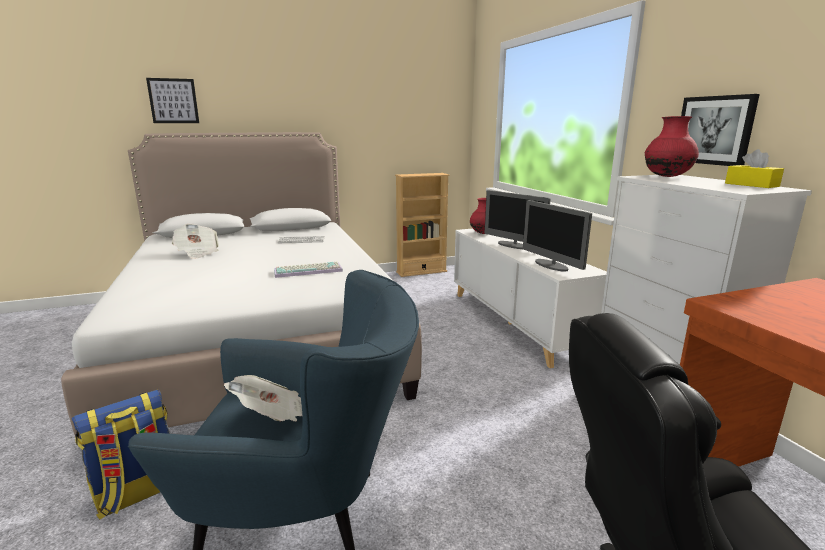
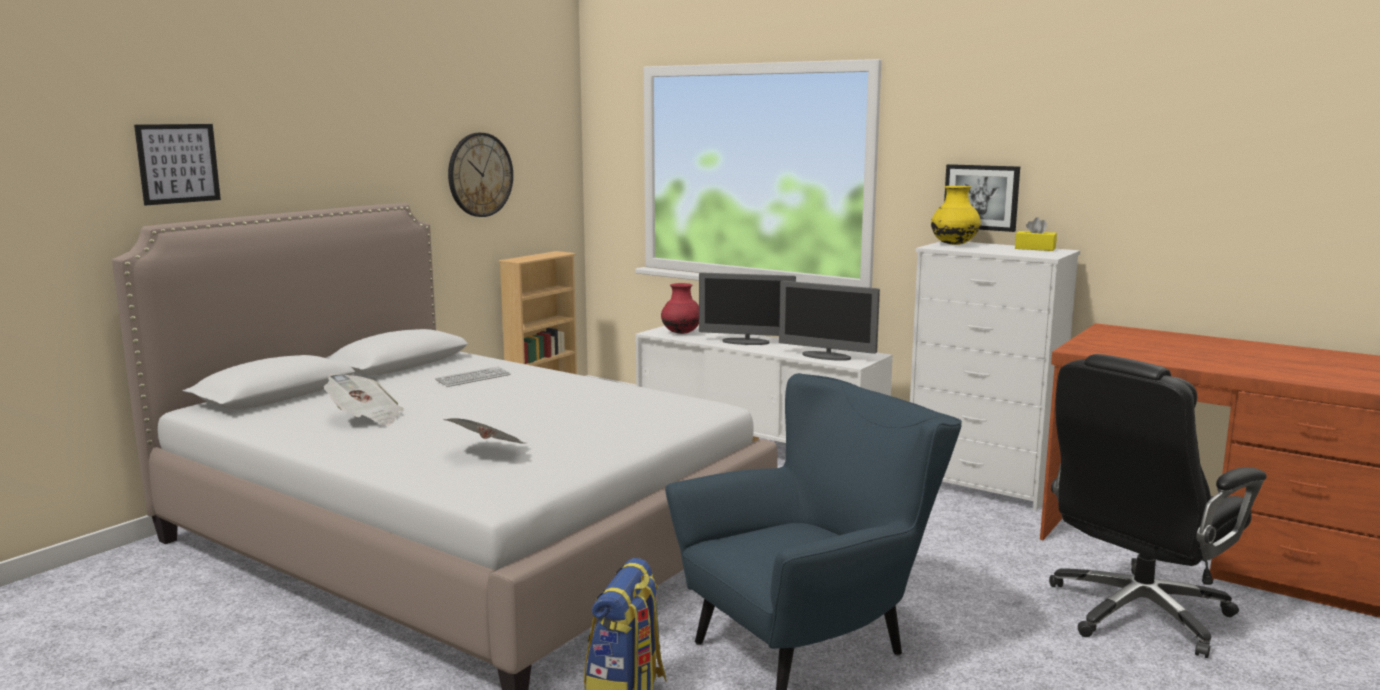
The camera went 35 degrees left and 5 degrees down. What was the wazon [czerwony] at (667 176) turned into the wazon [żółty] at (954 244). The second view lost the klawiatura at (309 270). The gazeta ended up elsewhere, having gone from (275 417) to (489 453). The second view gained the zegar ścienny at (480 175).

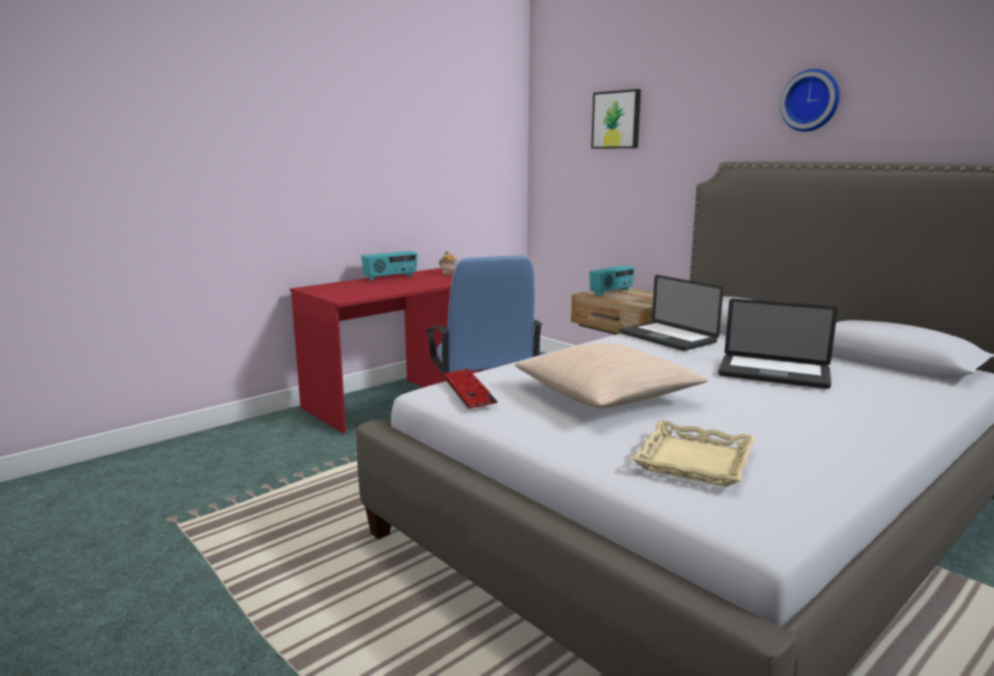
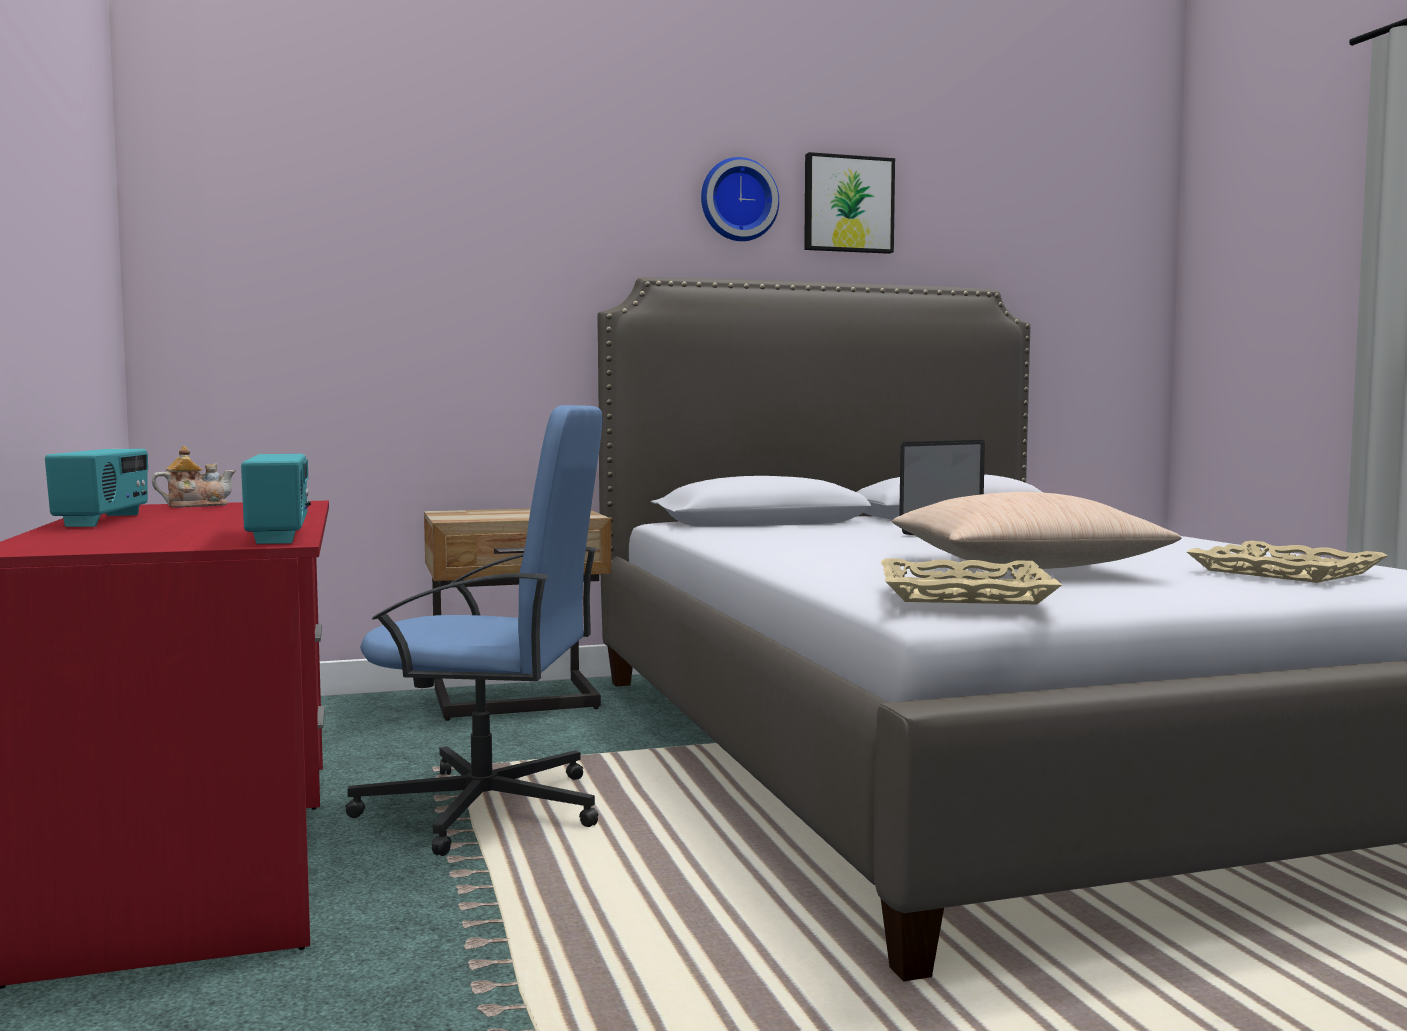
The camera went 65 degrees left and 10 degrees down. The obraz ended up elsewhere, having gone from (617 120) to (847 204). The radio ended up elsewhere, having gone from (611 292) to (280 536). The second view lost the laptop at (667 338). Where the klawiatura stood at (468 390), the taca [beżowy] came to stand at (964 593).

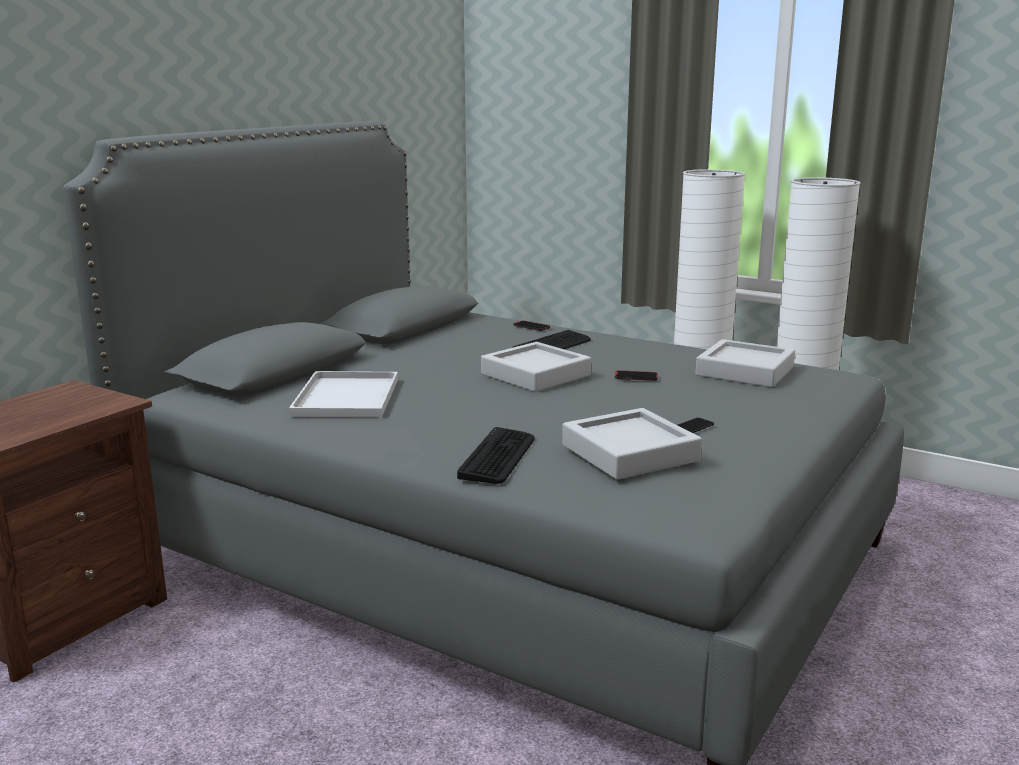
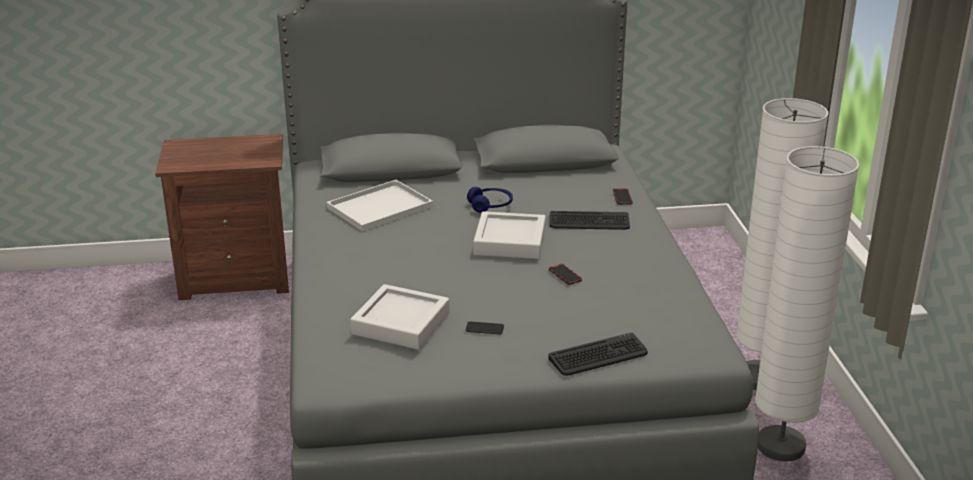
The camera went 50 degrees right and 10 degrees up. The second view lost the taca [szary] at (745 371). The klawiatura ended up elsewhere, having gone from (498 457) to (598 356). The second view gained the słuchawki [niebieski] at (490 206).

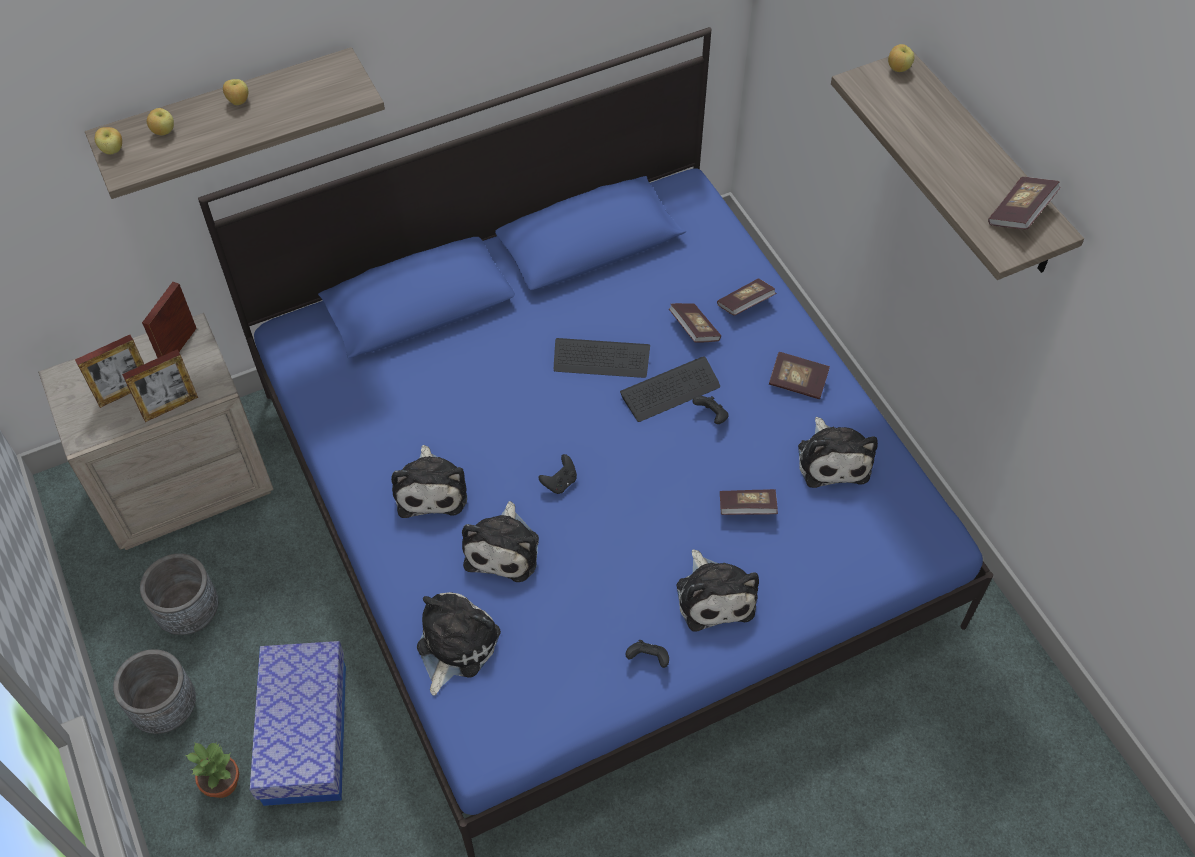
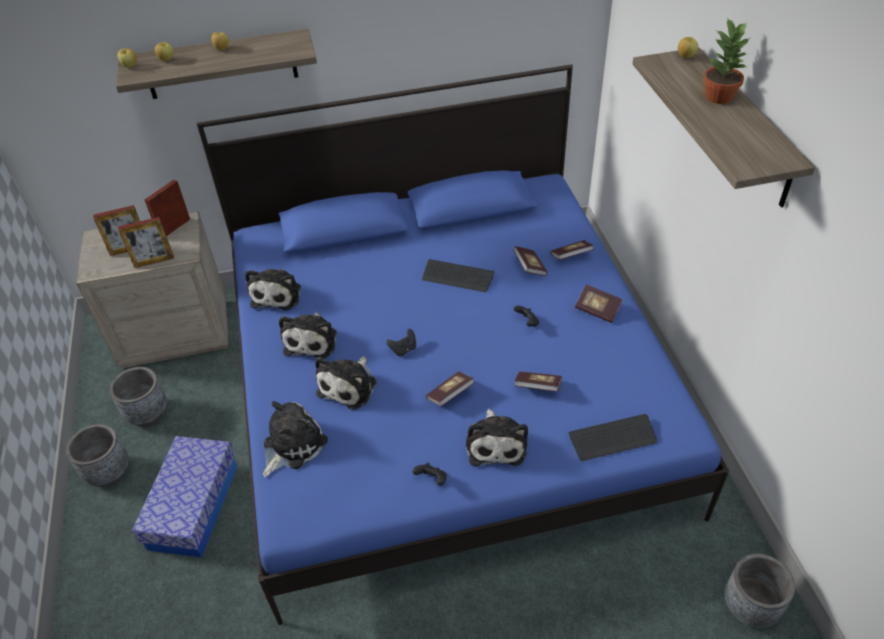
The camera went 15 degrees right and 10 degrees down. The książka ended up elsewhere, having gone from (1020 213) to (450 395). The klawiatura ended up elsewhere, having gone from (670 390) to (612 438). The pluszak ended up elsewhere, having gone from (833 459) to (277 294). The roślina doniczkowa ended up elsewhere, having gone from (223 782) to (719 96). The second view gained the donica [szary] at (750 607).

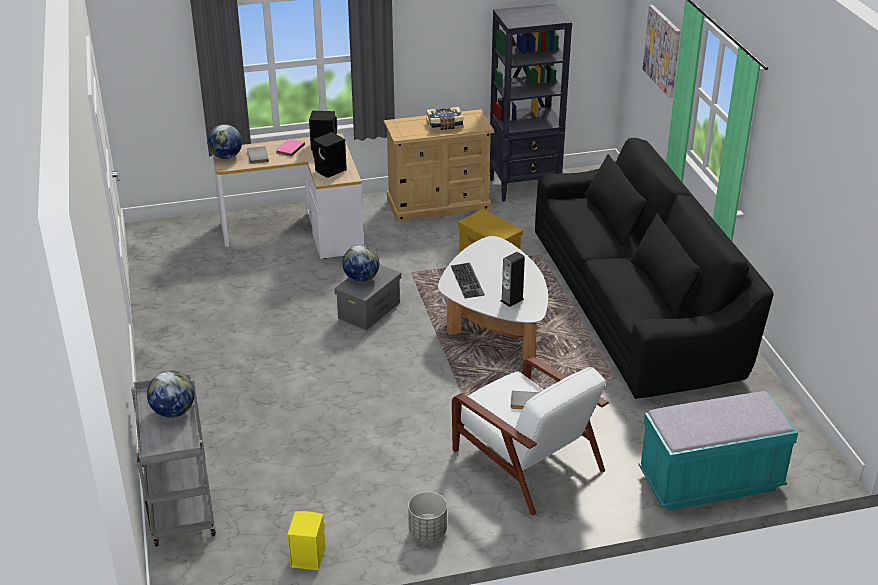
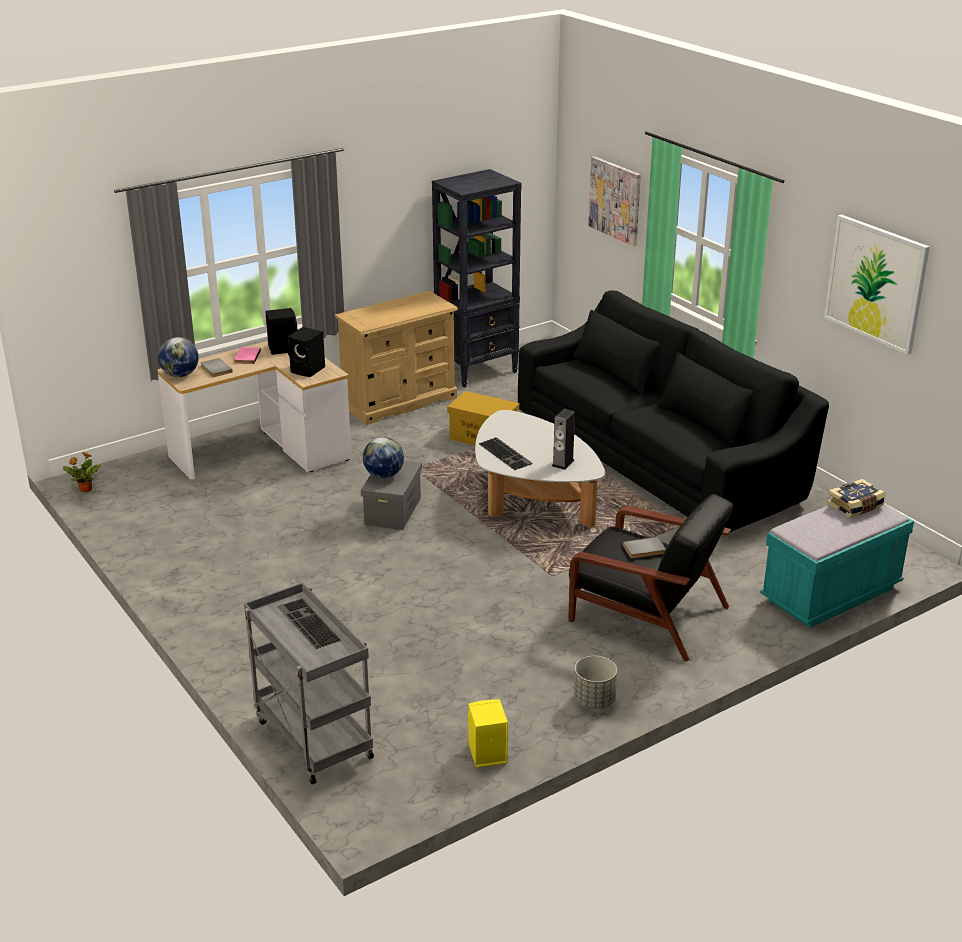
The camera went 20 degrees left and 5 degrees down. The książka ended up elsewhere, having gone from (445 125) to (855 507). What was the fotel [biały] at (525 458) turned into the fotel [czarny] at (645 612). Where the globus stood at (173 412), the klawiatura came to stand at (306 623). The second view gained the obraz at (876 283). The second view gained the roślina doniczkowa at (85 489).

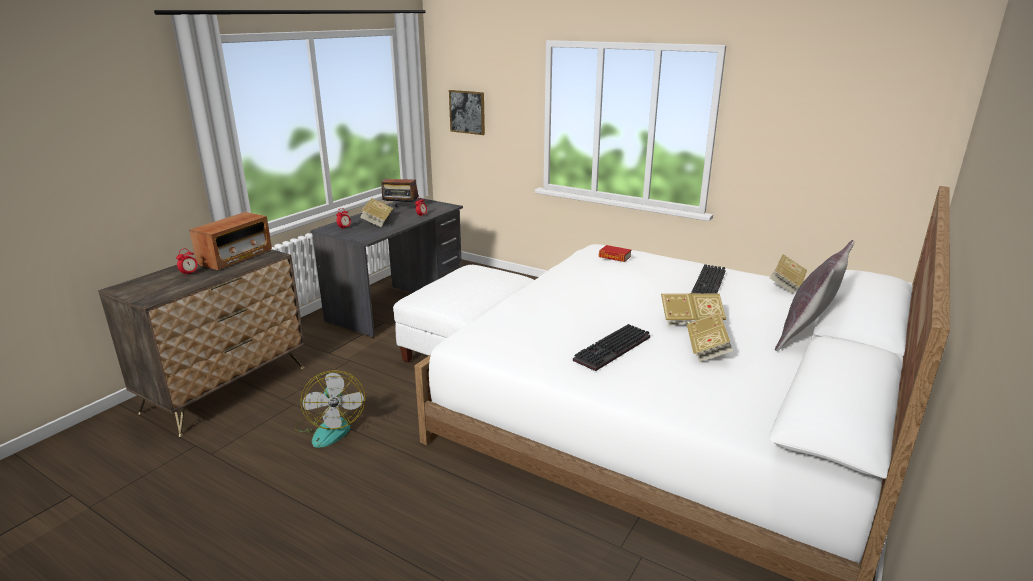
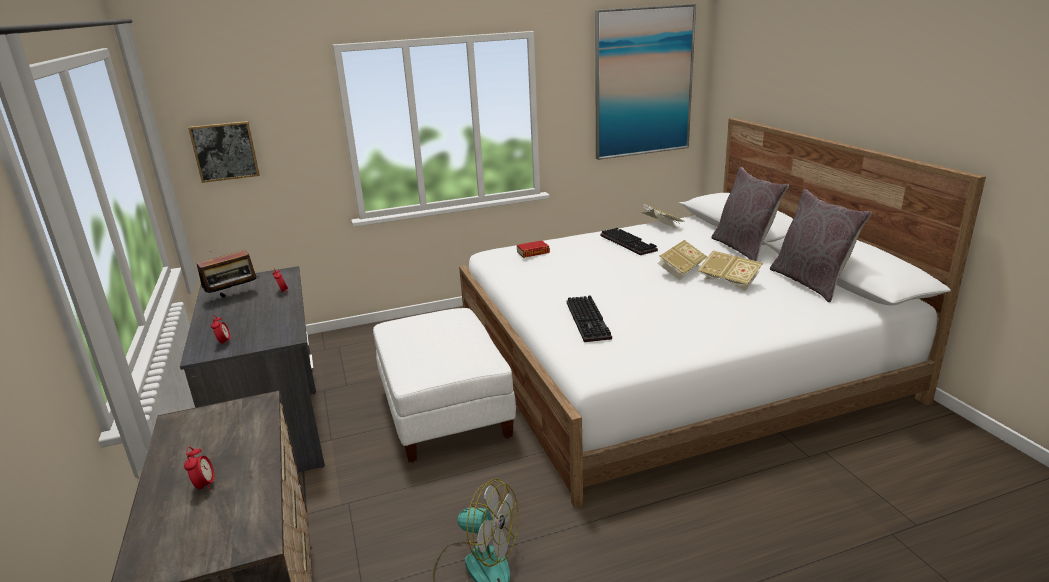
The camera went 50 degrees left and 0 degrees up. The second view lost the książka at (377 221). The second view lost the radio at (235 257). The klawiatura ended up elsewhere, having gone from (613 350) to (590 321). The second view gained the obraz at (643 82). The second view gained the poduszka [szary] at (811 283).

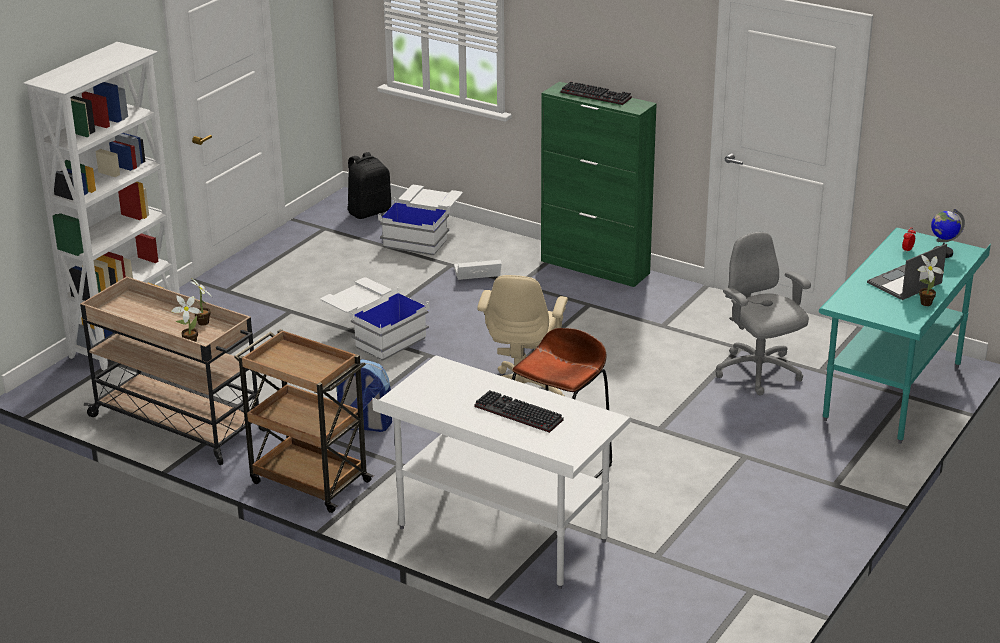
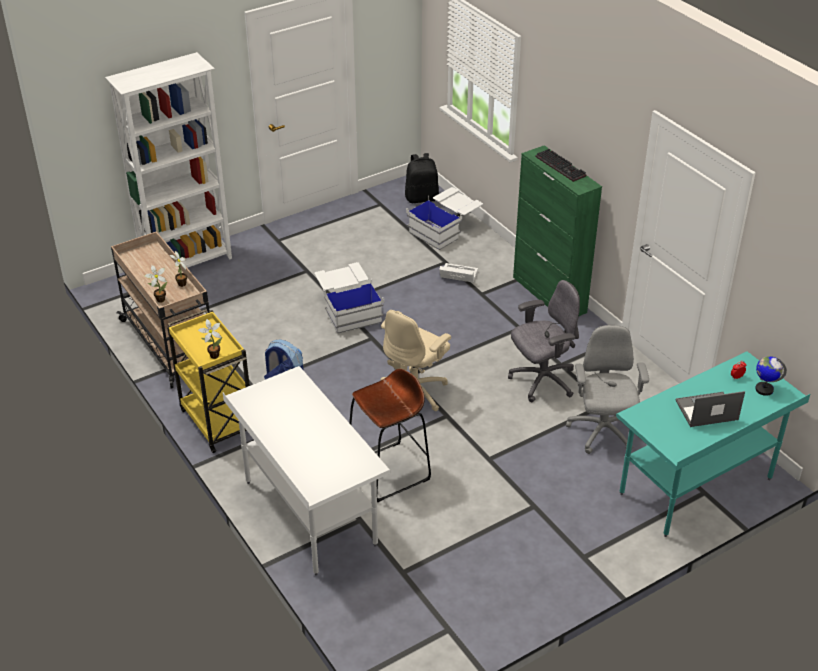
The camera went 25 degrees right and 10 degrees up. The roślina doniczkowa ended up elsewhere, having gone from (924 303) to (213 355). What was the wózek [brązowy] at (308 481) turned into the wózek [żółty] at (217 421). The second view lost the klawiatura at (516 414). The second view gained the krzesło biurowe [szary] at (542 381).

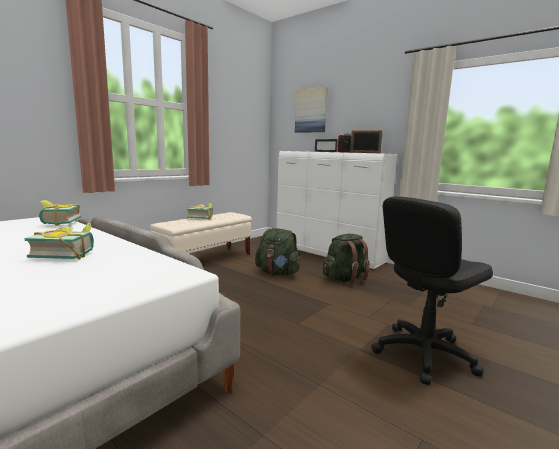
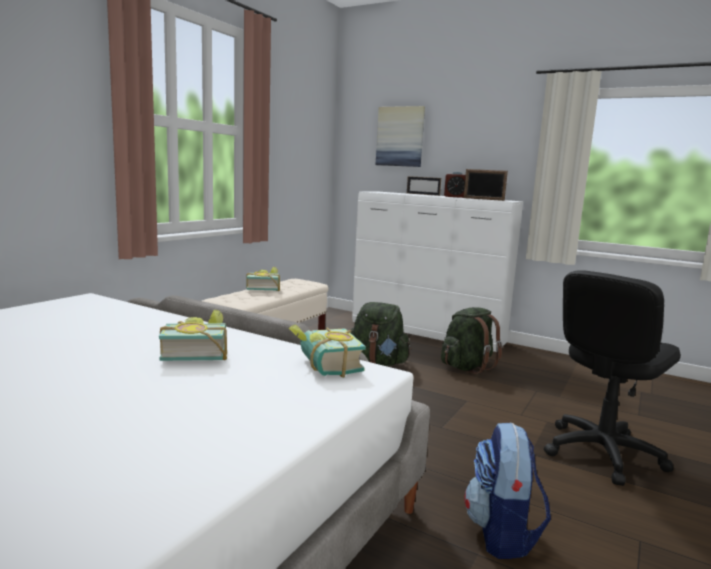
The camera went 10 degrees left and 0 degrees up. The książka ended up elsewhere, having gone from (57 222) to (323 367). The second view gained the plecak at (502 534).

